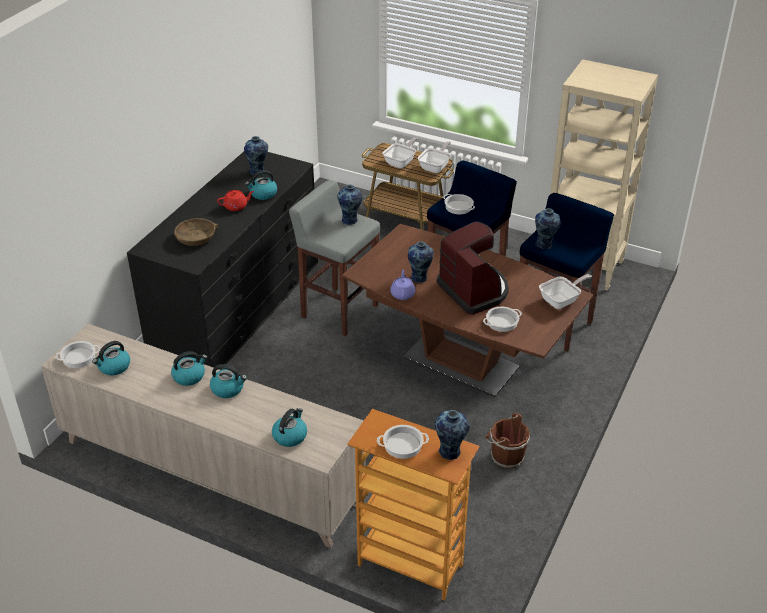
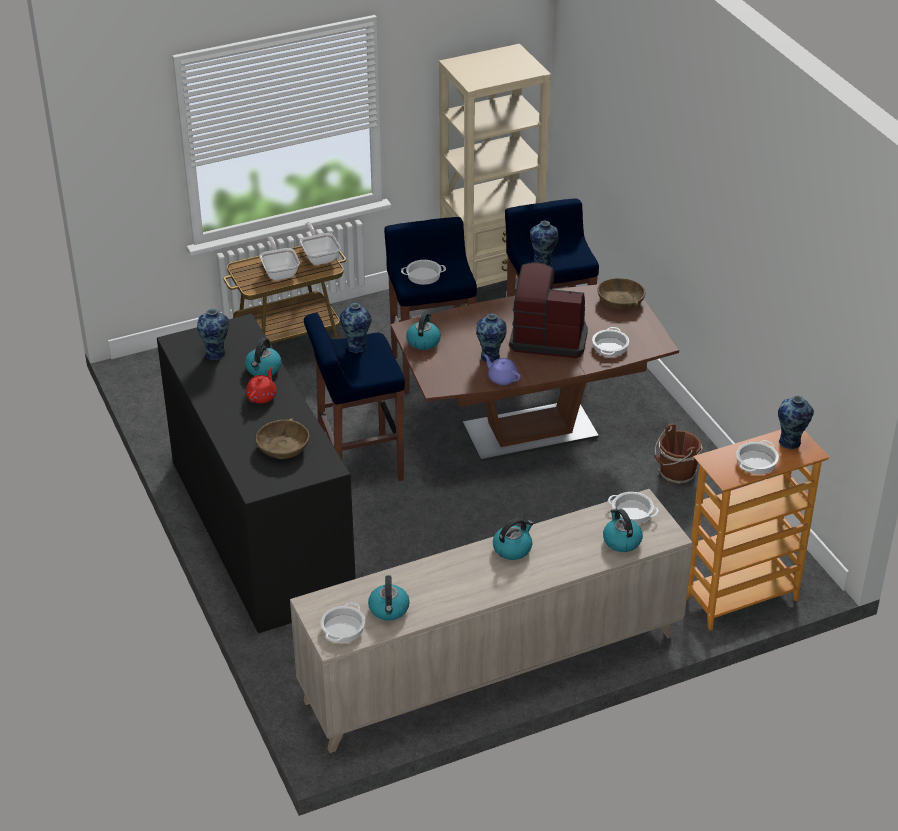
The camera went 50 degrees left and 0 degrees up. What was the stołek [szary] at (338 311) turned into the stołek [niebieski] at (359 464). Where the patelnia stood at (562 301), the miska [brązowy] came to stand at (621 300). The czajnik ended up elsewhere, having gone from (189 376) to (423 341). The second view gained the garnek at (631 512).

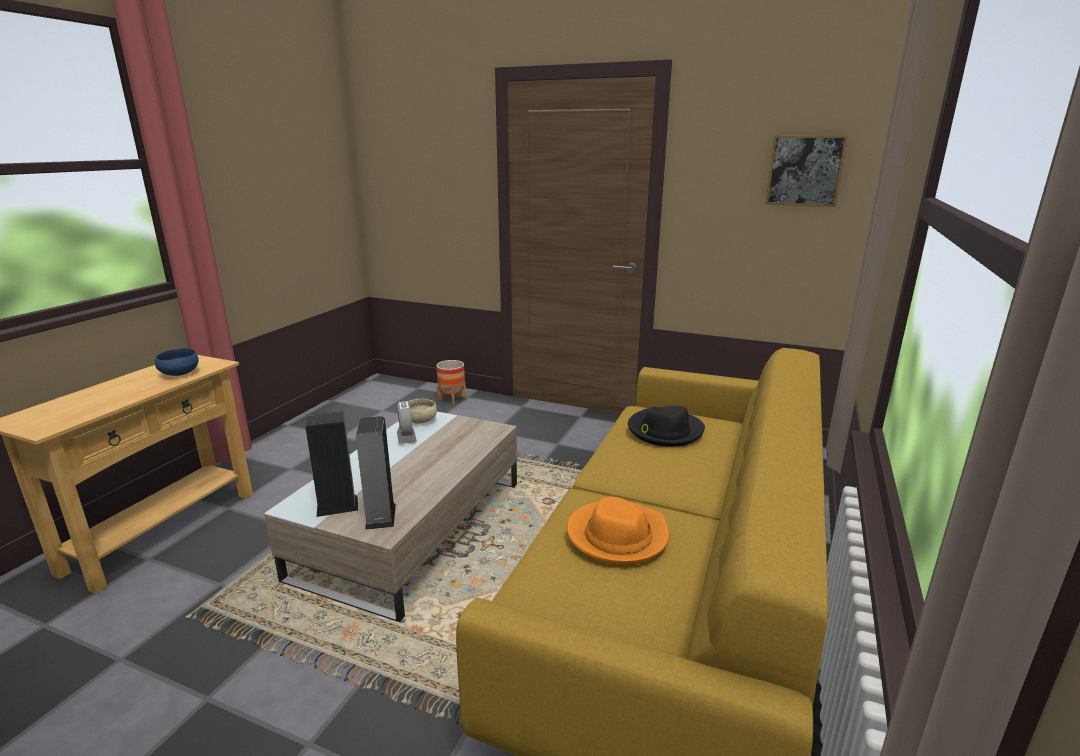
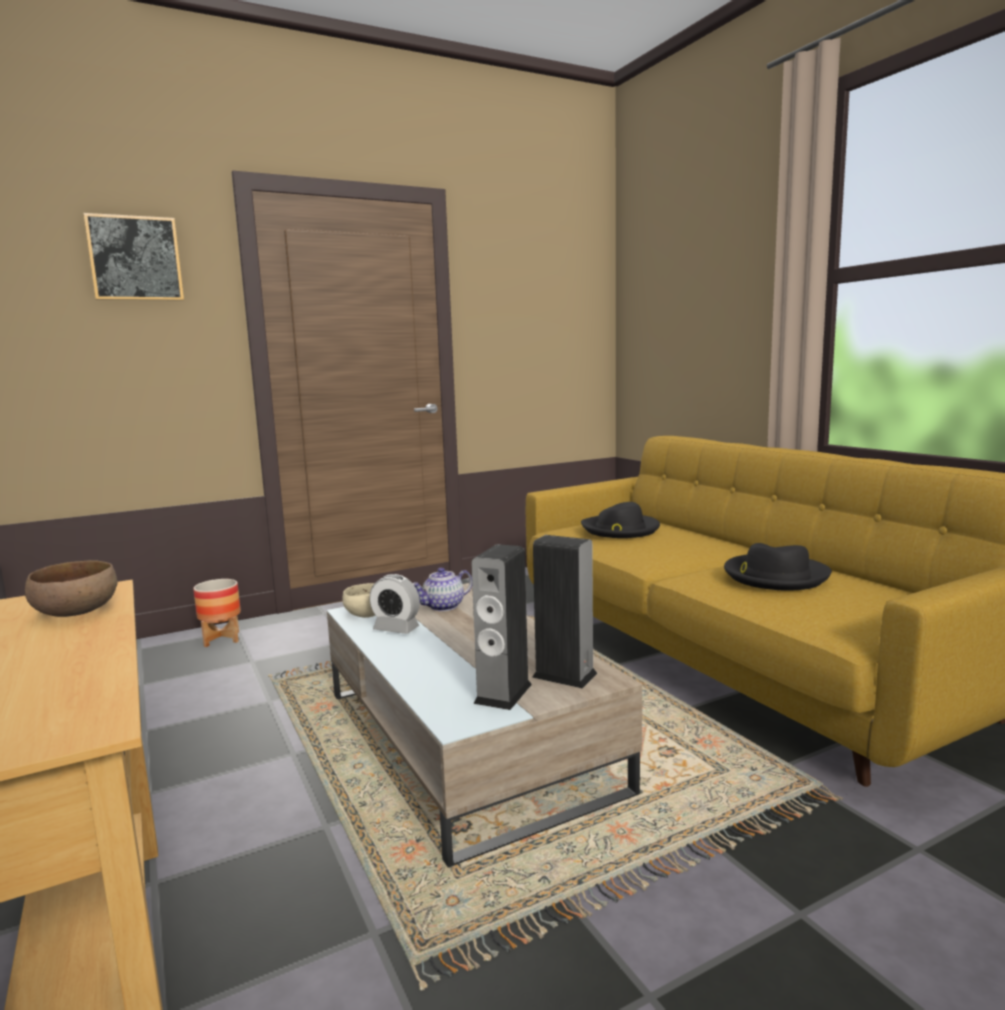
The camera went 50 degrees left and 10 degrees down. The obraz ended up elsewhere, having gone from (805 171) to (135 258). What was the miska [niebieski] at (180 374) turned into the miska [brązowy] at (78 613). What was the kapelusz [pomarańczowy] at (617 536) turned into the kapelusz [czarny] at (775 576). The second view gained the imbryk at (443 606).

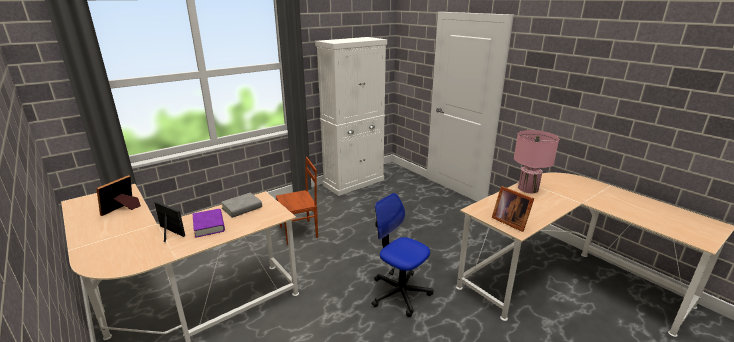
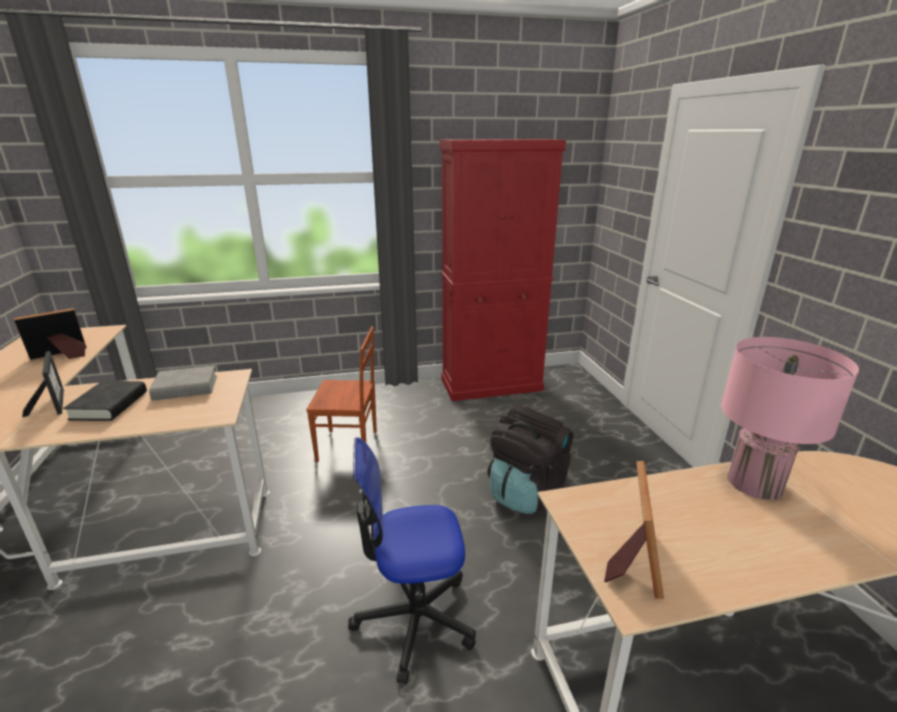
The camera went 25 degrees right and 0 degrees up. What was the szafka [biały] at (354 182) turned into the szafka [czerwony] at (491 385). The ramka na zdjęcie at (509 221) ended up facing another way, 150 degrees counterclockwise from before. The krzesło biurowe at (400 293) ended up facing another way, 75 degrees counterclockwise from before. What was the książka [fioletowy] at (209 225) turned into the książka [czarny] at (109 406). The second view gained the plecak [czarny] at (526 492).

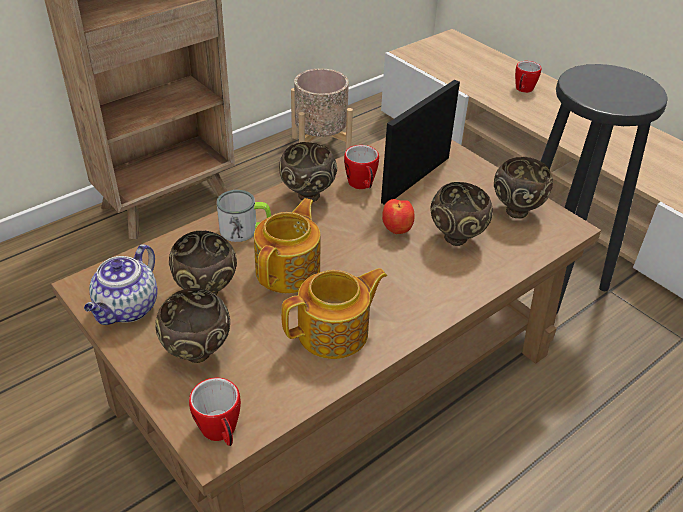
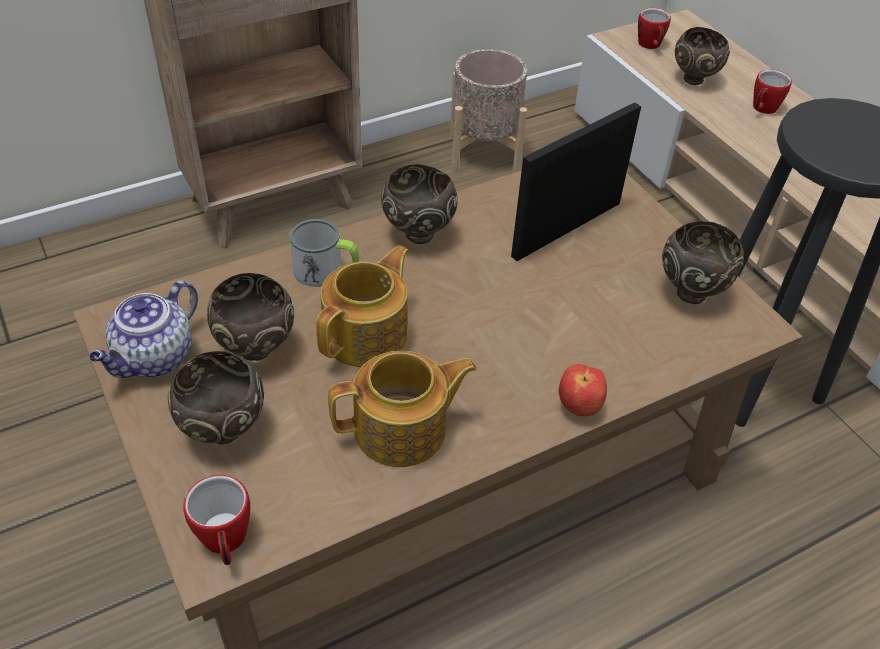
The camera went 10 degrees right and 5 degrees up. The kubek ended up elsewhere, having gone from (362 185) to (650 46). The miska [brązowy] ended up elsewhere, having gone from (457 239) to (695 80). The jabłko ended up elsewhere, having gone from (397 230) to (579 407).

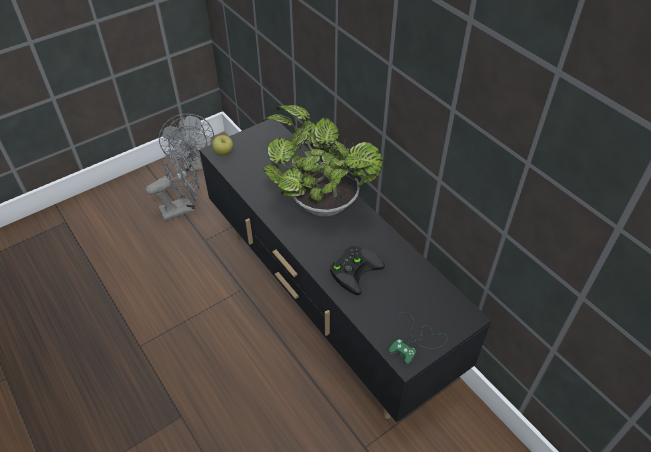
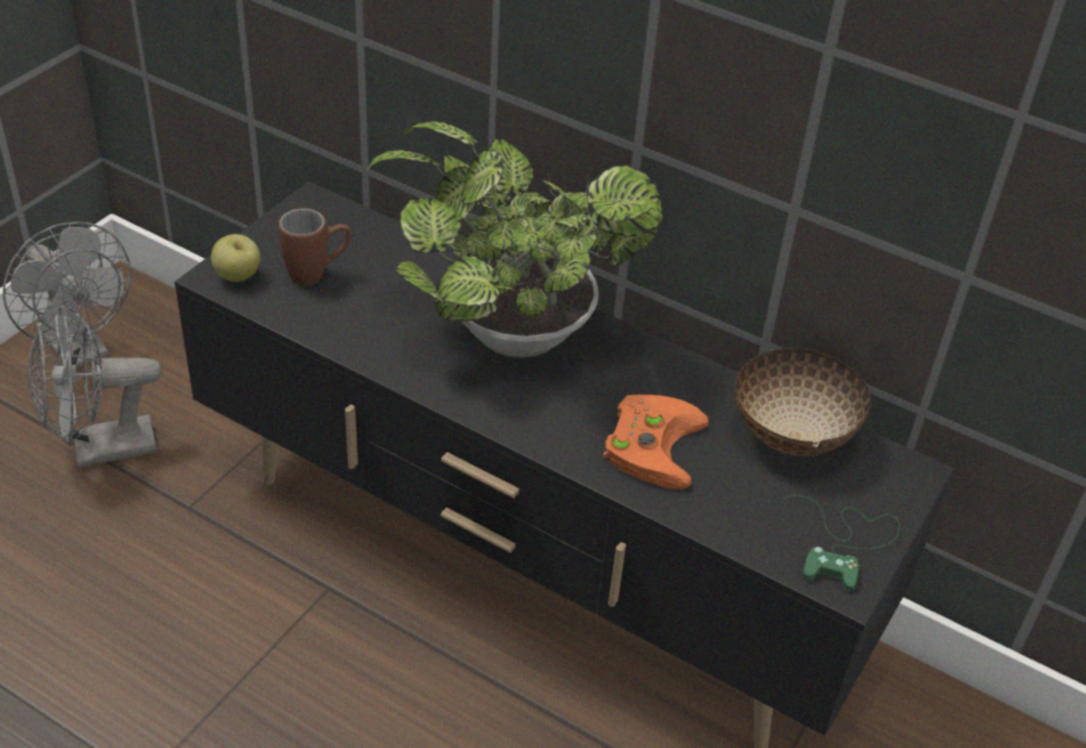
The camera went 25 degrees left and 5 degrees down. The wentylator [szary] at (182 208) ended up facing another way, 150 degrees counterclockwise from before. What was the pad do gier [czarny] at (354 269) turned into the pad do gier [pomarańczowy] at (650 442). The second view gained the kubek [brązowy] at (318 274). The second view gained the miska at (790 434).

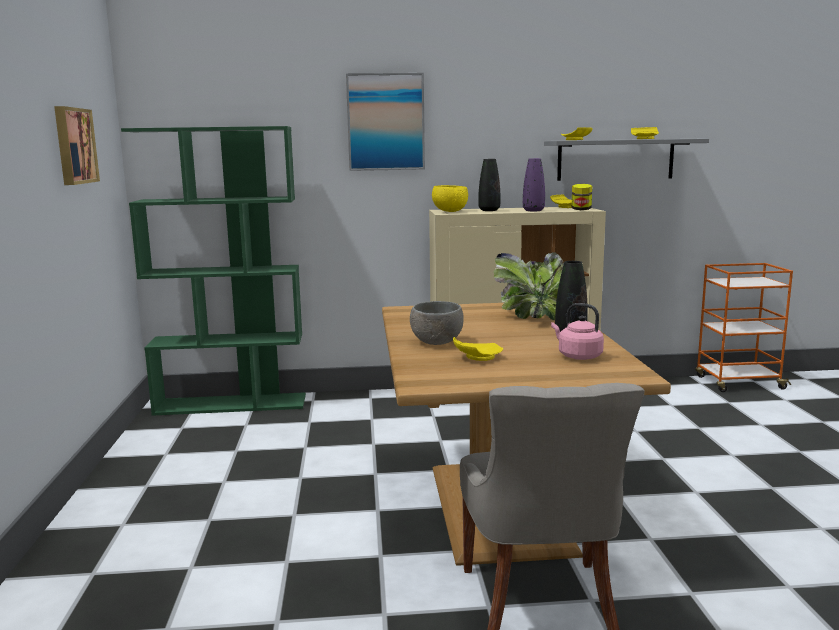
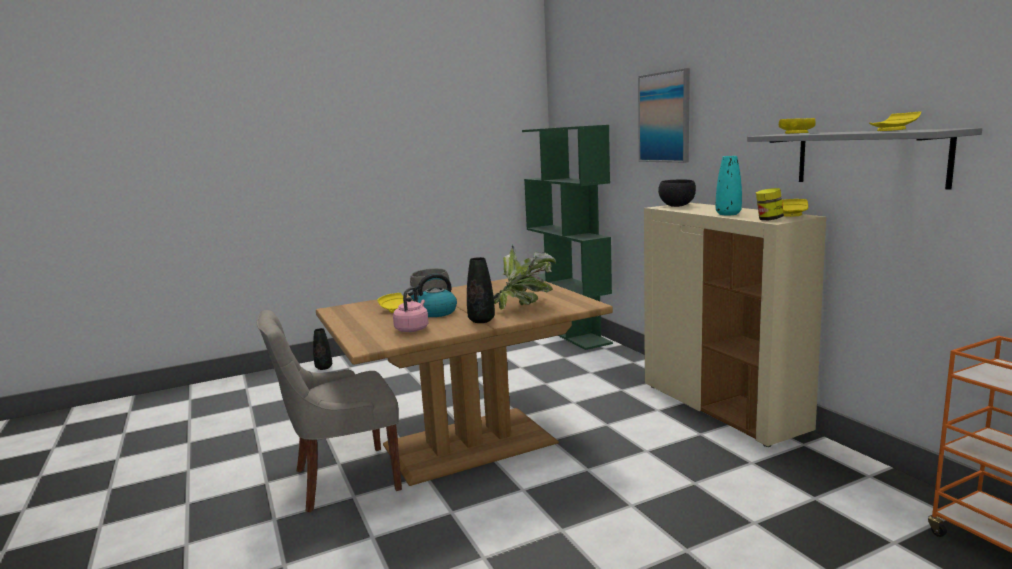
The camera went 70 degrees right and 0 degrees up. The second view lost the obraz at (73 146). What was the wazon [fioletowy] at (533 210) turned into the wazon [turkusowy] at (728 214). The wazon [czarny] ended up elsewhere, having gone from (489 210) to (324 367). What was the miska [żółty] at (450 211) turned into the miska [czarny] at (676 206). The second view gained the czajnik at (435 313).

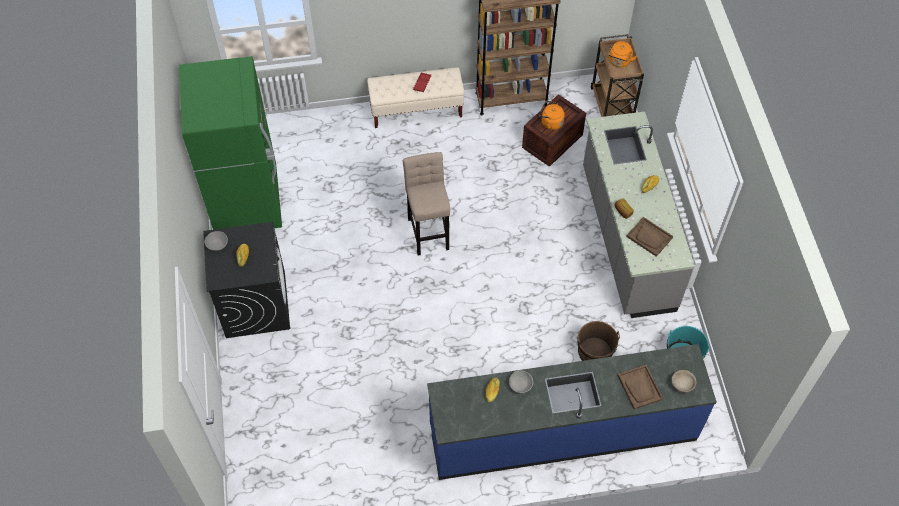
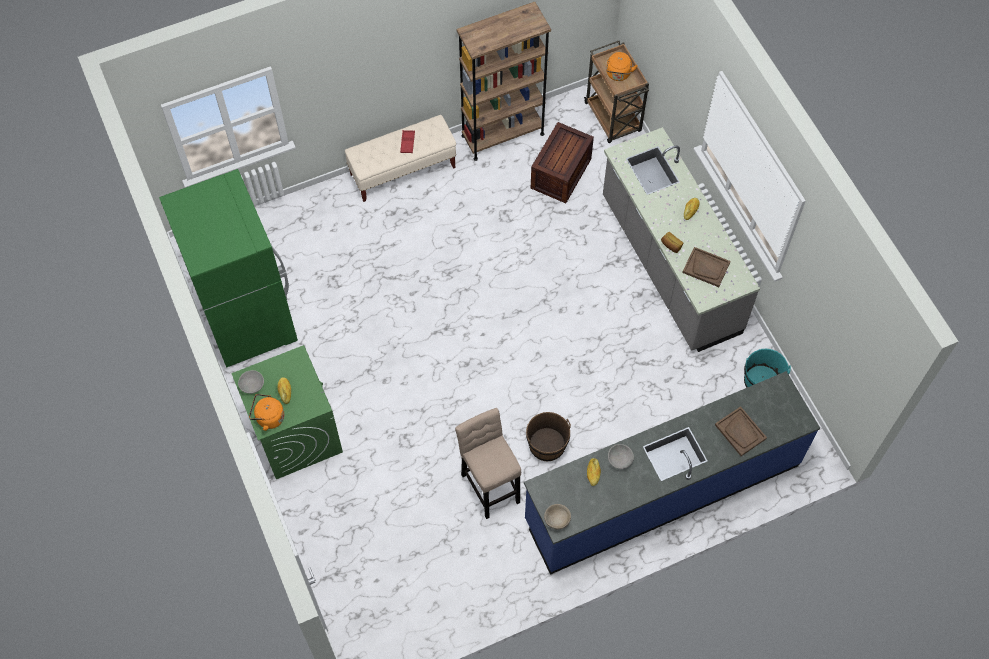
The camera went 15 degrees left and 5 degrees up. The czajnik [pomarańczowy] ended up elsewhere, having gone from (550 122) to (268 417). The stołek [beżowy] ended up elsewhere, having gone from (428 231) to (489 484). What was the pralka [czarny] at (255 304) turned into the pralka [zielony] at (295 433). The wiadro [brązowy] ended up elsewhere, having gone from (594 353) to (547 445). The miska [beżowy] ended up elsewhere, having gone from (682 385) to (557 519).

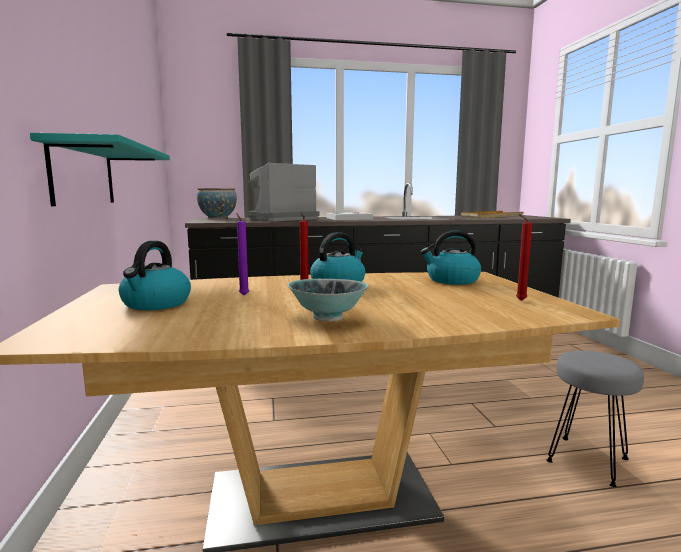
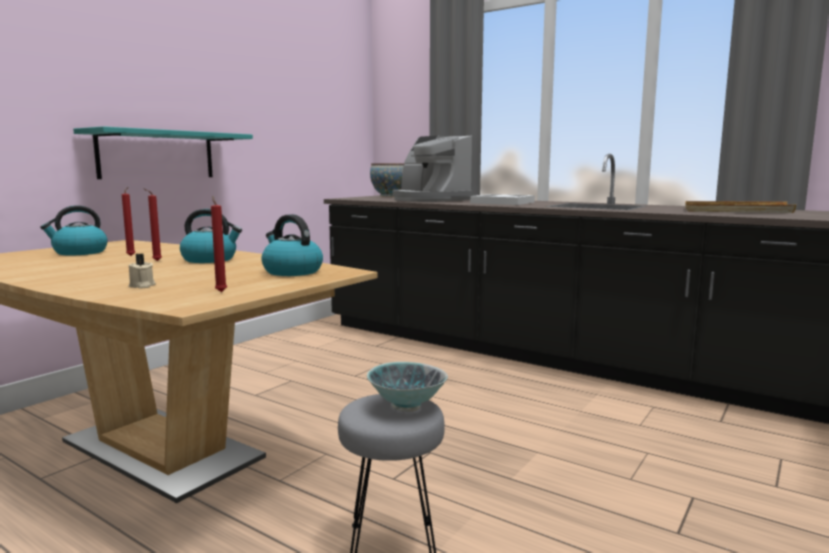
The camera went 45 degrees right and 0 degrees up. The ekspres do kawy at (281 219) ended up facing another way, 135 degrees counterclockwise from before. What was the świeca [fioletowy] at (243 295) turned into the świeca [czerwony] at (131 255). The miska ended up elsewhere, having gone from (328 318) to (406 407). The second view gained the świeca [beżowy] at (142 286).

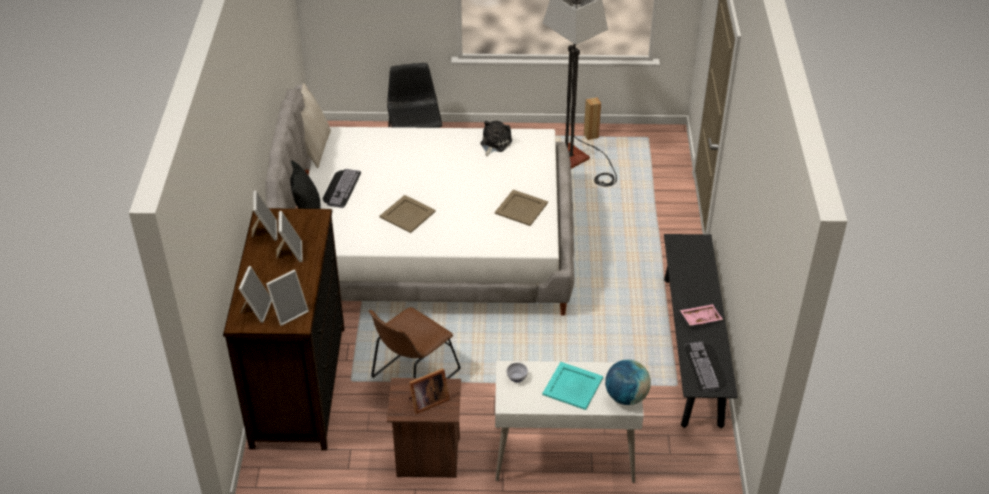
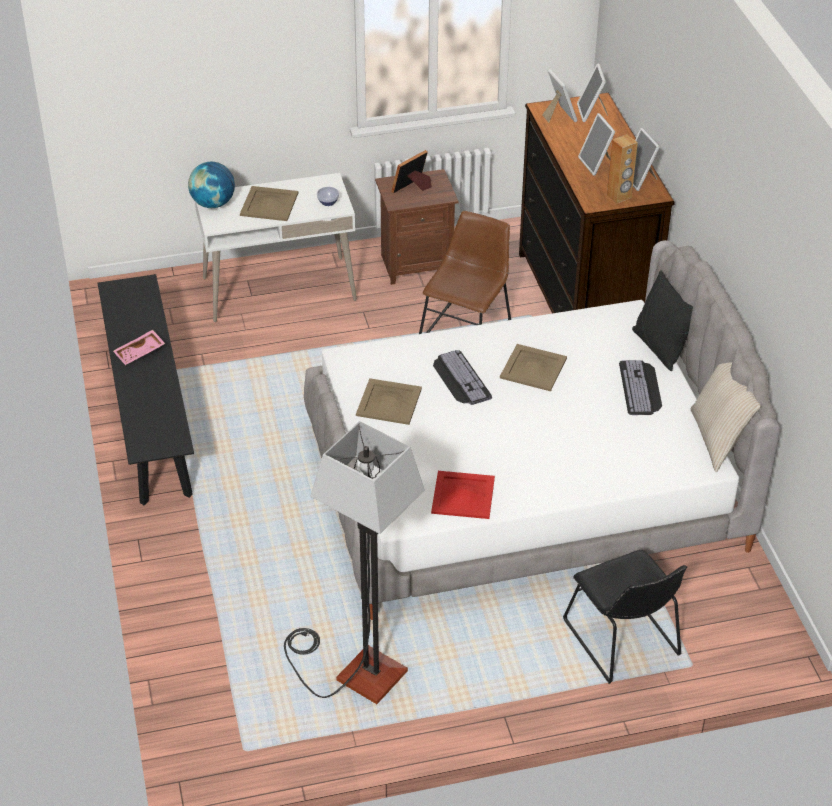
The camera went 165 degrees right and 0 degrees up. The głośnik [brązowy] ended up elsewhere, having gone from (591 136) to (619 196). Where the pluszak stood at (494 143), the taca [czerwony] came to stand at (463 495). The ramka na zdjęcie at (289 312) ended up facing another way, 120 degrees clockwise from before. The klawiatura ended up elsewhere, having gone from (707 366) to (459 378). What was the taca [turkusowy] at (572 385) turned into the taca [beżowy] at (269 204).

